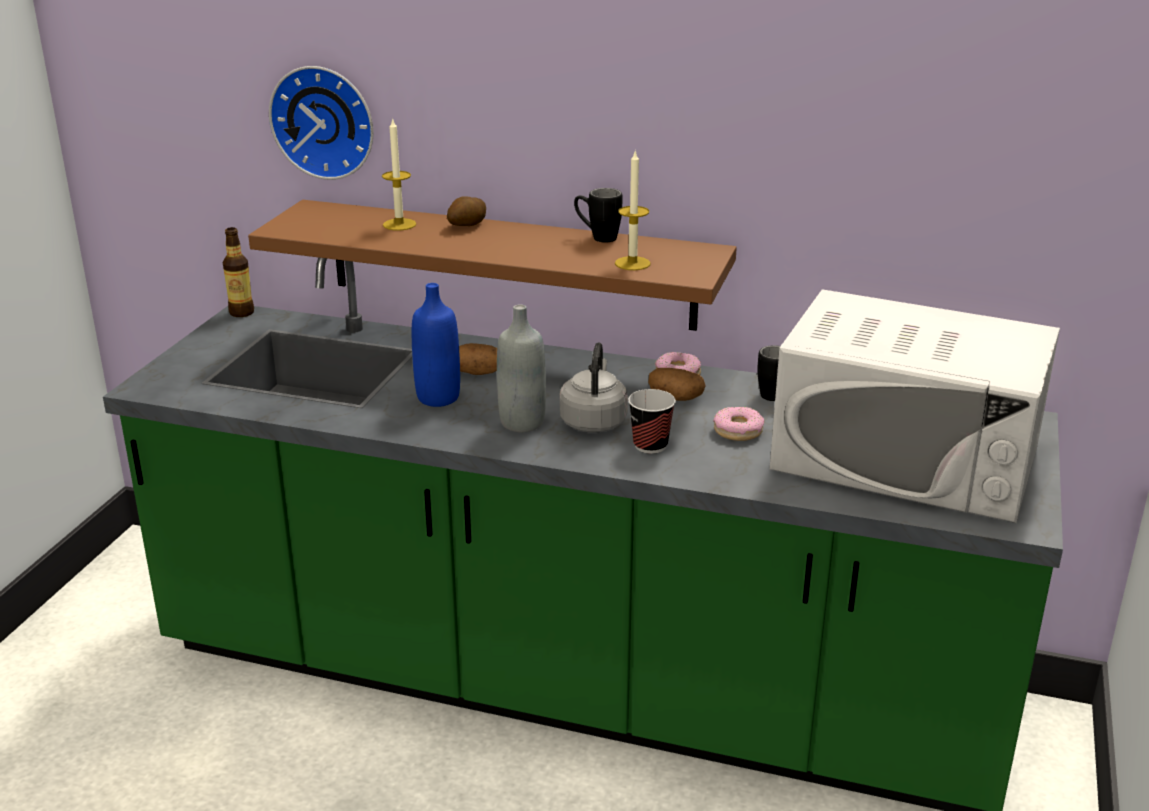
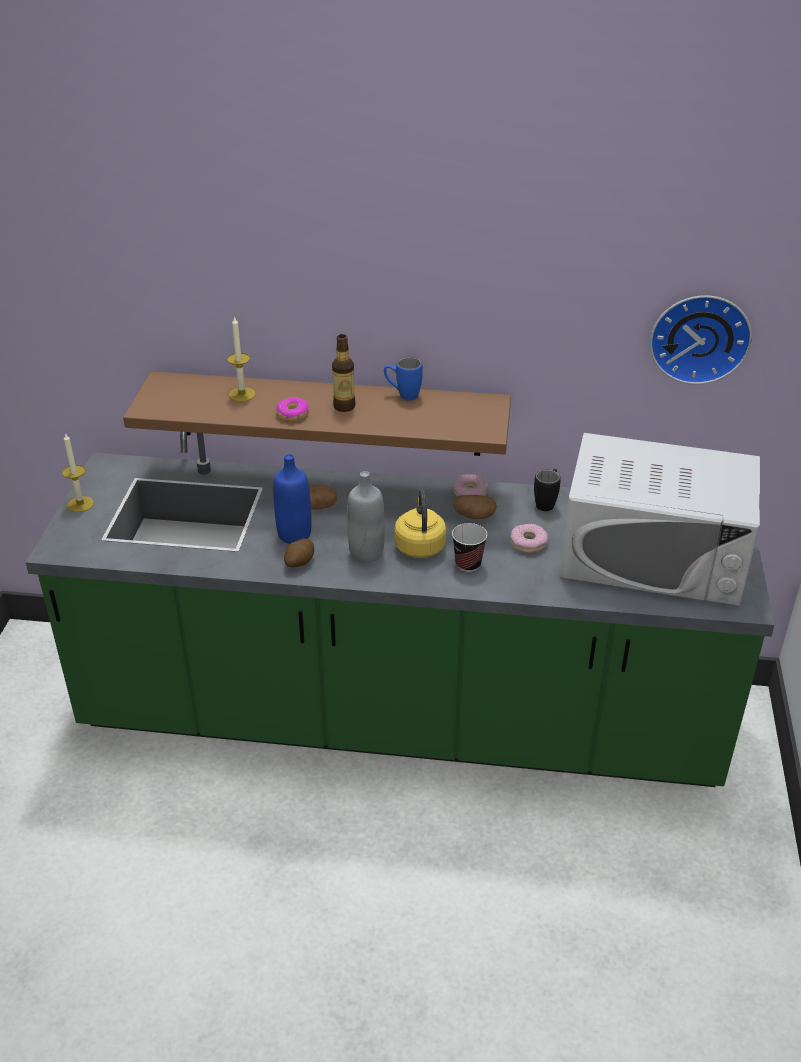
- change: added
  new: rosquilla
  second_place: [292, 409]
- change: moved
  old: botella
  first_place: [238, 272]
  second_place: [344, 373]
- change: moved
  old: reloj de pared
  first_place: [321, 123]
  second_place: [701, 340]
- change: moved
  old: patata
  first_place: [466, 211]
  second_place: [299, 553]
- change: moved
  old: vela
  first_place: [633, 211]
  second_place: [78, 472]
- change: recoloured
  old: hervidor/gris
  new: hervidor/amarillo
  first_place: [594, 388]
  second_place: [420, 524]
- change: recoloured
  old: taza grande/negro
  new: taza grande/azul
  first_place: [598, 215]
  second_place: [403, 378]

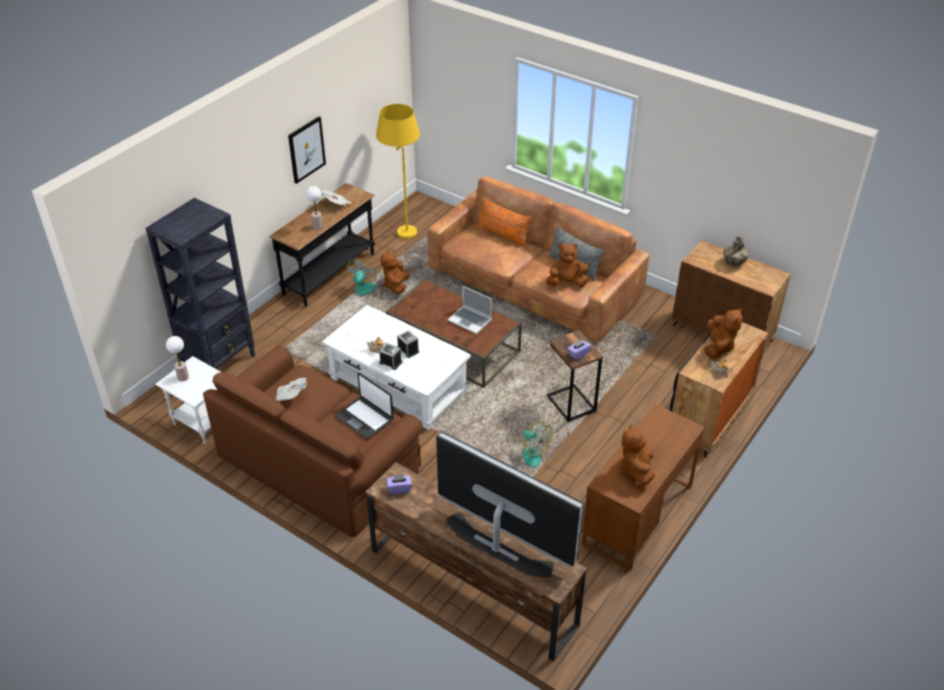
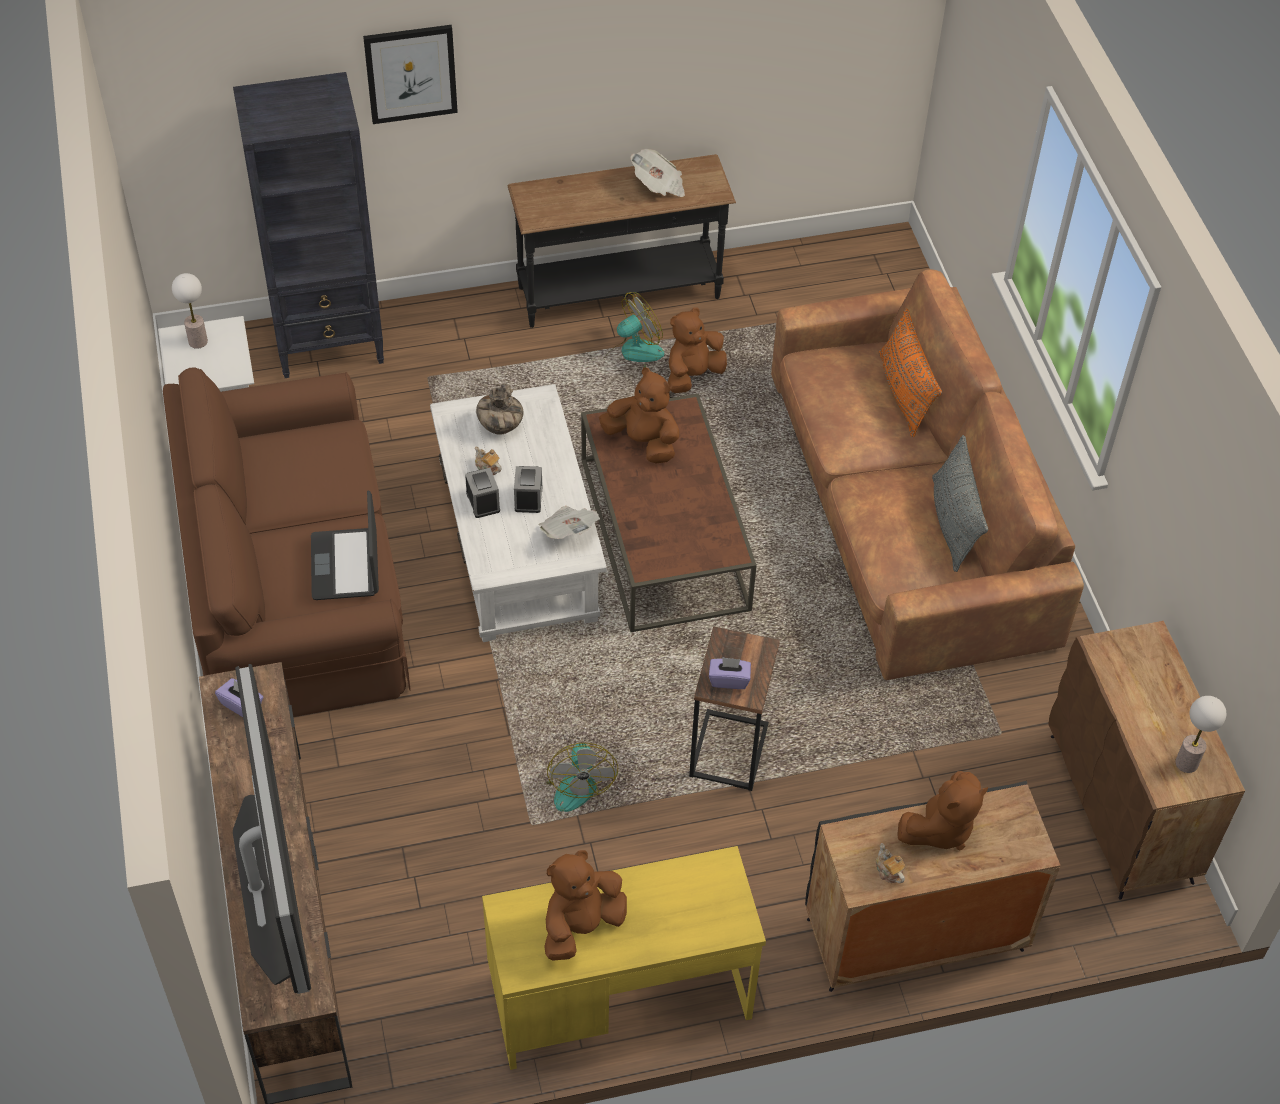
- change: removed
  old: lámpara de pie/amarillo
  first_place: [398, 171]
- change: removed
  old: portátil
  first_place: [470, 310]
- change: moved
  old: periódico
  first_place: [291, 389]
  second_place: [569, 522]
- change: moved
  old: cuadro
  first_place: [307, 150]
  second_place: [410, 74]
- change: moved
  old: lámpara de mesa
  first_place: [314, 207]
  second_place: [1200, 734]
- change: moved
  old: peluche/marrón
  first_place: [567, 265]
  second_place: [639, 415]
- change: moved
  old: florero
  first_place: [736, 251]
  second_place: [499, 409]
- change: recoloured
  old: escritorio/marrón
  new: escritorio/amarillo
  first_place: [643, 487]
  second_place: [624, 958]

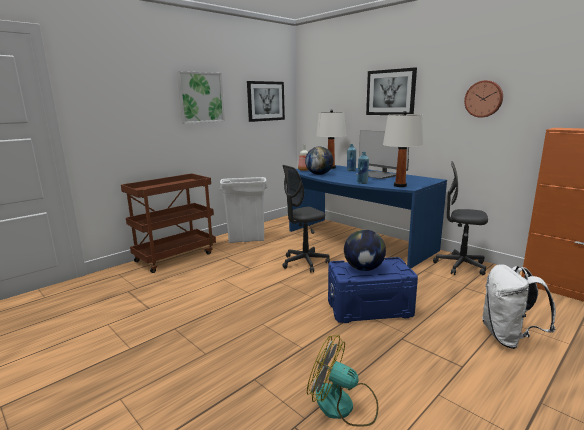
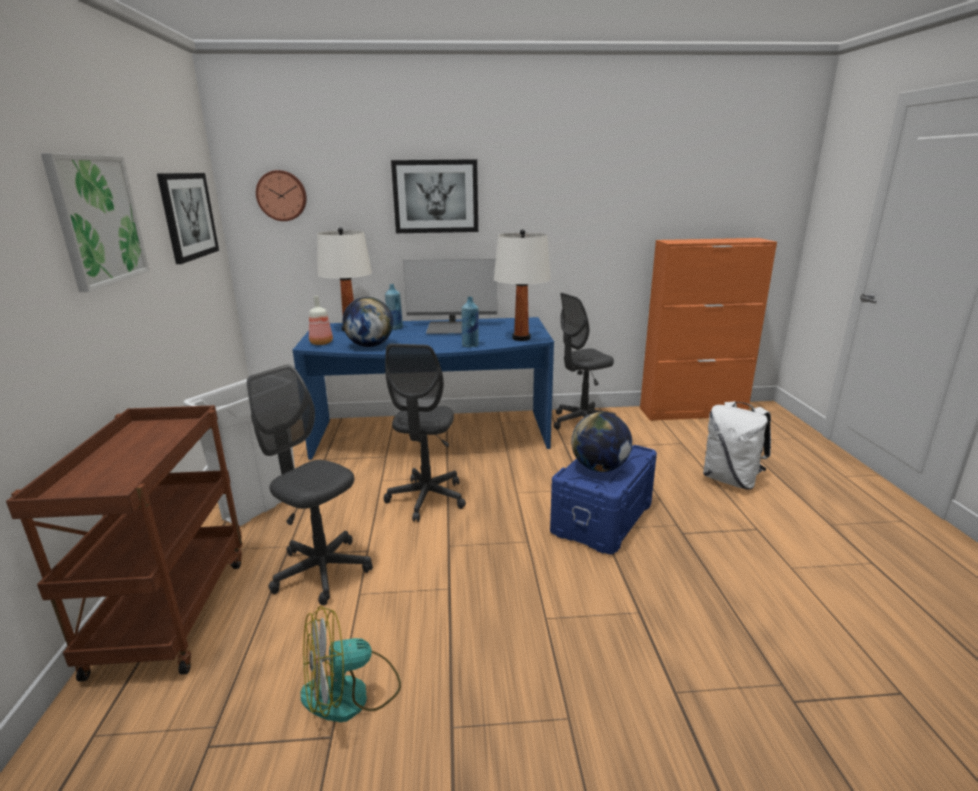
- change: added
  new: silla de oficina/gris
  second_place: [310, 485]
- change: moved
  old: ventilador
  first_place: [342, 381]
  second_place: [350, 664]
- change: moved
  old: reloj de pared
  first_place: [483, 99]
  second_place: [281, 195]

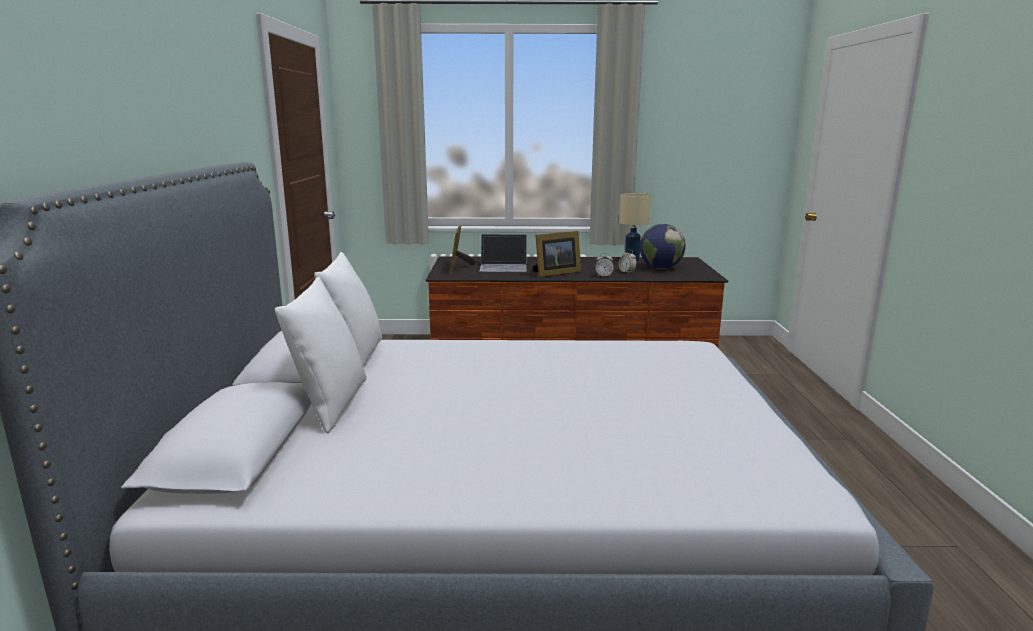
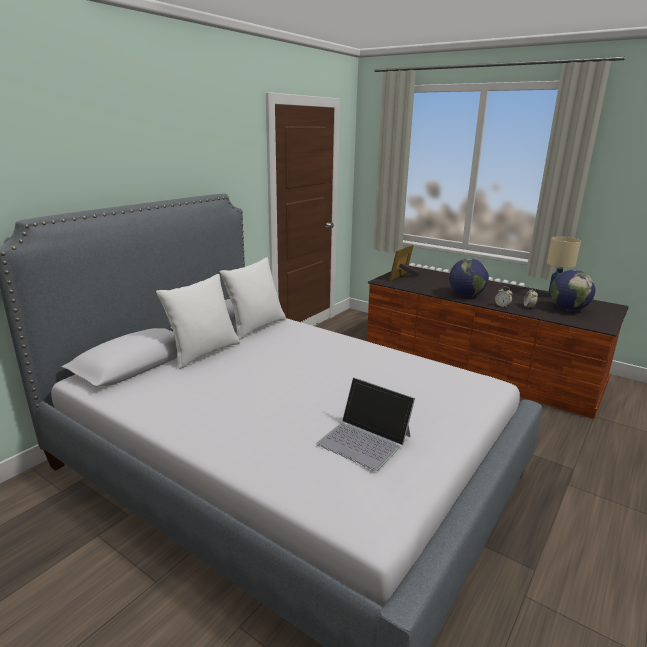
- change: moved
  old: portátil
  first_place: [503, 253]
  second_place: [365, 424]
- change: replaced
  old: portarretratos
  new: globo terráqueo
  first_place: [557, 254]
  second_place: [469, 277]

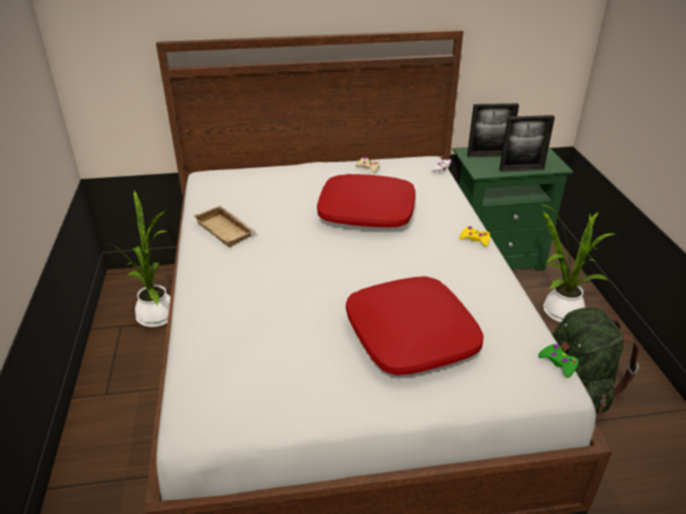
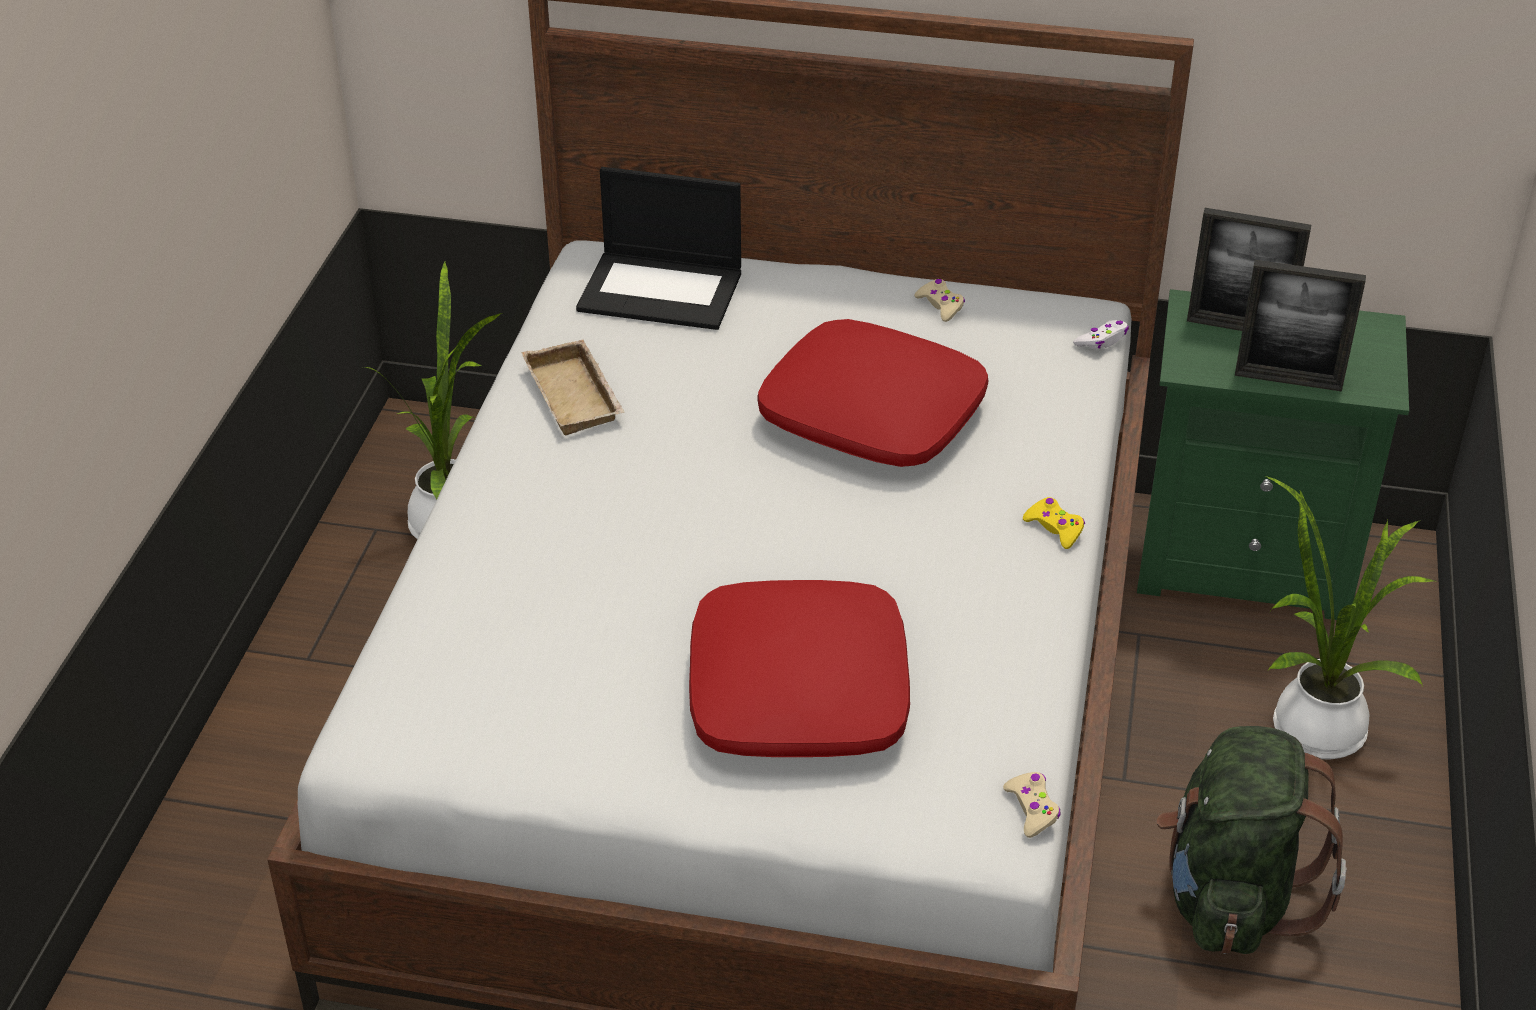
- change: added
  new: portátil
  second_place: [658, 248]
- change: recoloured
  old: mando de consola/verde
  new: mando de consola/beis
  first_place: [558, 361]
  second_place: [1032, 805]

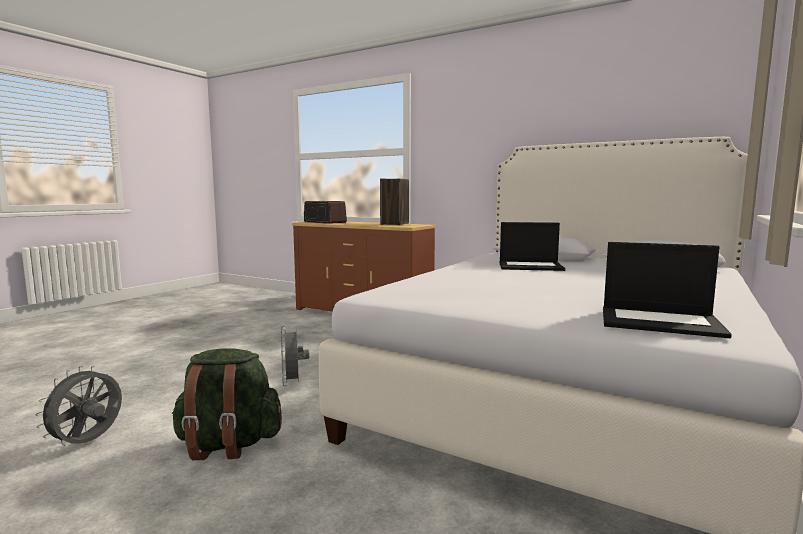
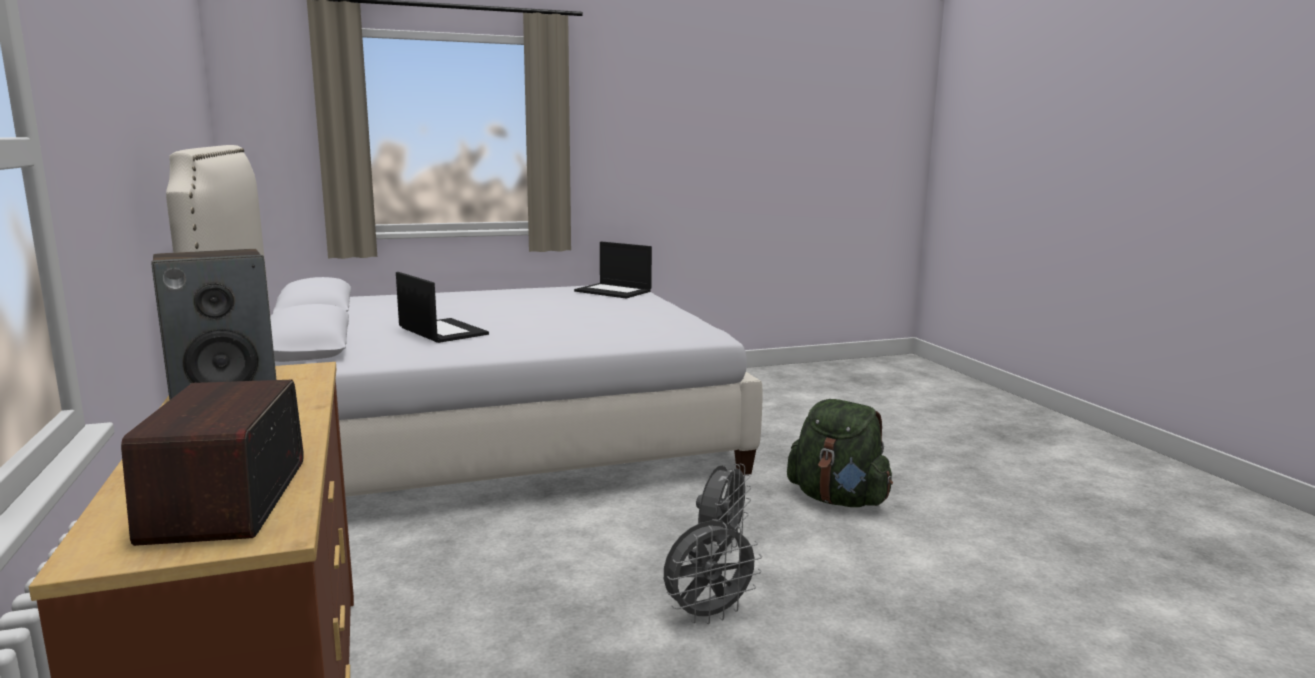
- change: moved
  old: ventilador/gris
  first_place: [78, 406]
  second_place: [713, 572]
- change: turned
  old: portátil
  first_place: [667, 290]
  second_place: [613, 269]
  degrees: 150

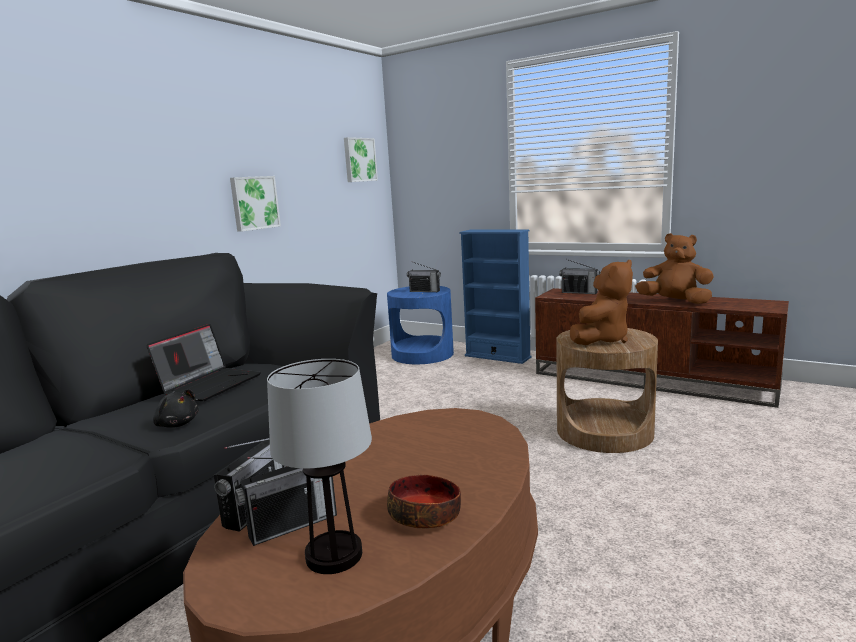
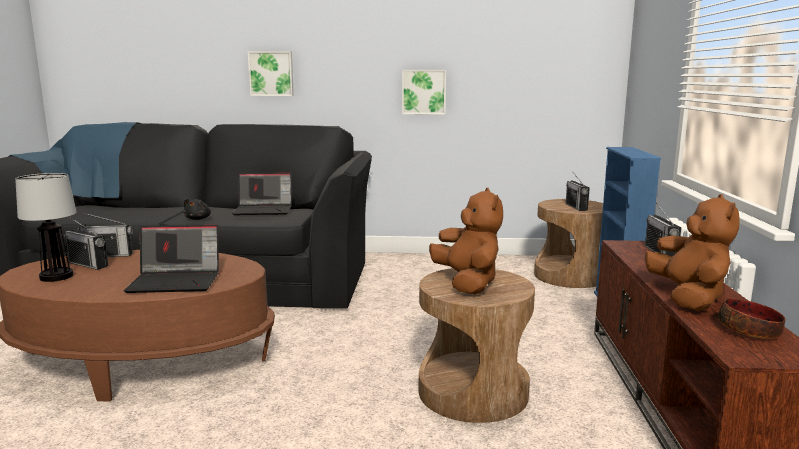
- change: added
  new: portátil
  second_place: [171, 259]
- change: moved
  old: cuadro
  first_place: [361, 159]
  second_place: [271, 73]
- change: moved
  old: cuenco
  first_place: [424, 502]
  second_place: [751, 318]
- change: recoloured
  old: mesa auxiliar/azul
  new: mesa auxiliar/marrón
  first_place: [420, 325]
  second_place: [568, 243]
- change: turned
  old: peluche/marrón
  first_place: [601, 302]
  second_place: [466, 241]
  degrees: -120

